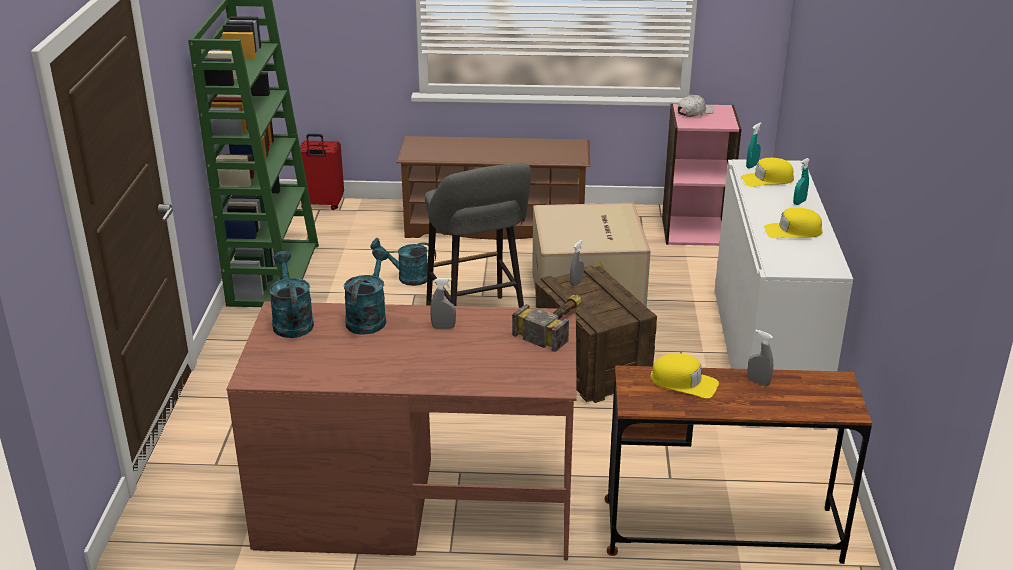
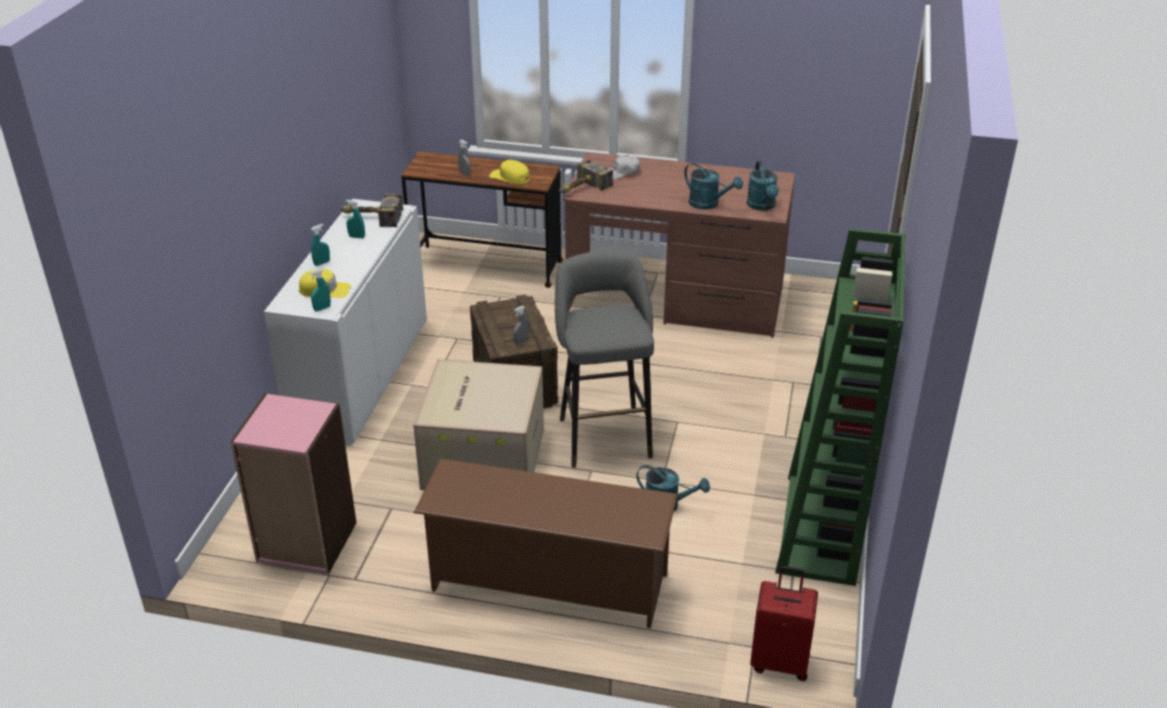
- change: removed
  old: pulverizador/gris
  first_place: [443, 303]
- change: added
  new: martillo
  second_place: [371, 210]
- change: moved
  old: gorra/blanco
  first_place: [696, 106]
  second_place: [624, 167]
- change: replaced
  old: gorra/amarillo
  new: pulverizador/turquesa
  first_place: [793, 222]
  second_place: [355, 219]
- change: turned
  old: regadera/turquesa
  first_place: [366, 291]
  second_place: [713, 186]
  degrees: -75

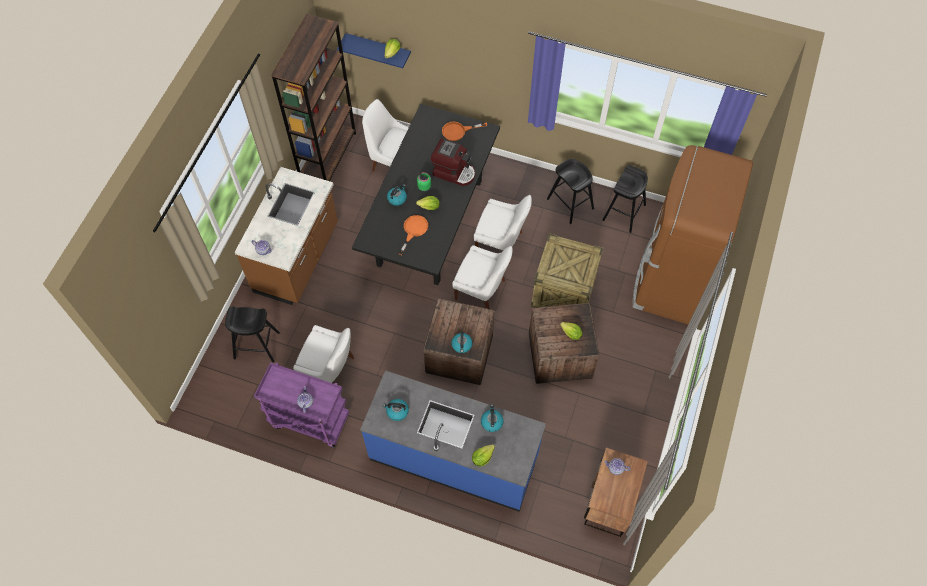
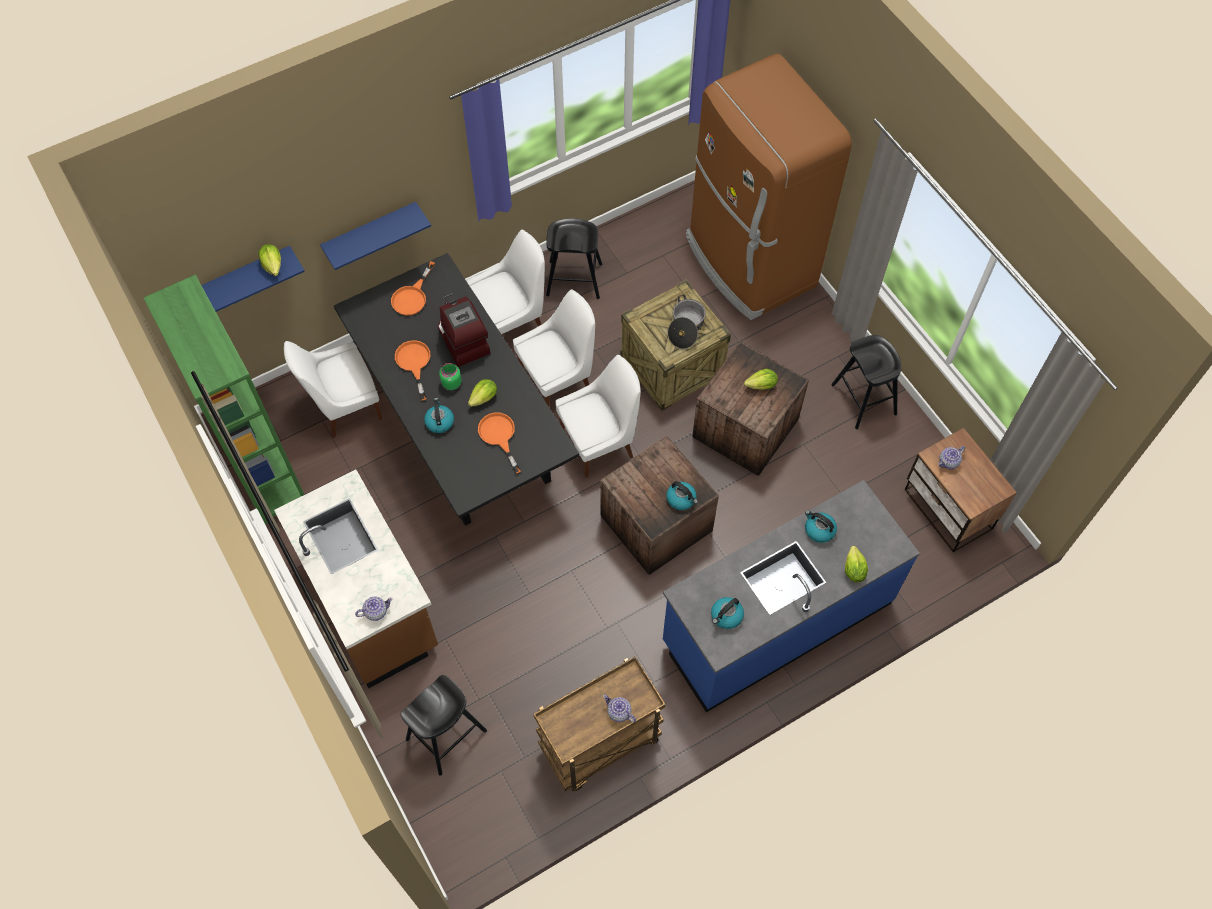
- change: added
  new: estante/azul
  second_place: [375, 236]
- change: added
  new: sartén/naranja
  second_place: [412, 370]
- change: added
  new: olla
  second_place: [687, 321]
- change: moved
  old: silla/blanco
  first_place: [323, 354]
  second_place: [505, 282]
- change: moved
  old: taburete/negro
  first_place: [625, 199]
  second_place: [866, 382]
- change: recoloured
  old: carrito/morado
  new: carrito/marrón
  first_place: [301, 405]
  second_place: [599, 723]
- change: recoloured
  old: estantería/marrón
  new: estantería/verde
  first_place: [313, 97]
  second_place: [224, 399]
- change: turned
  old: cafetera
  first_place: [453, 162]
  second_place: [464, 330]
  degrees: -90

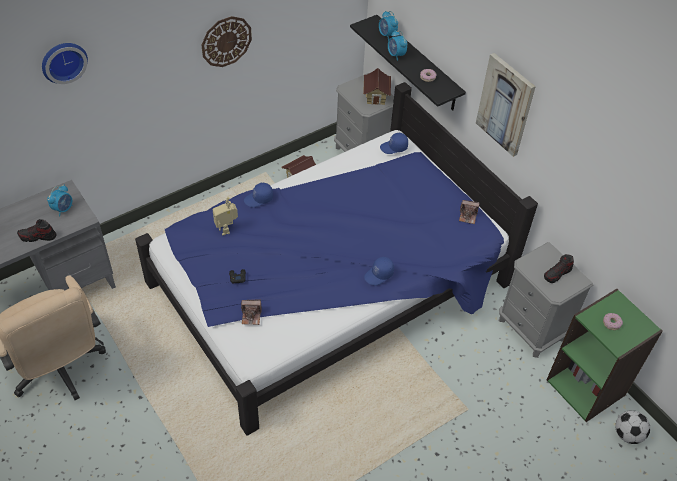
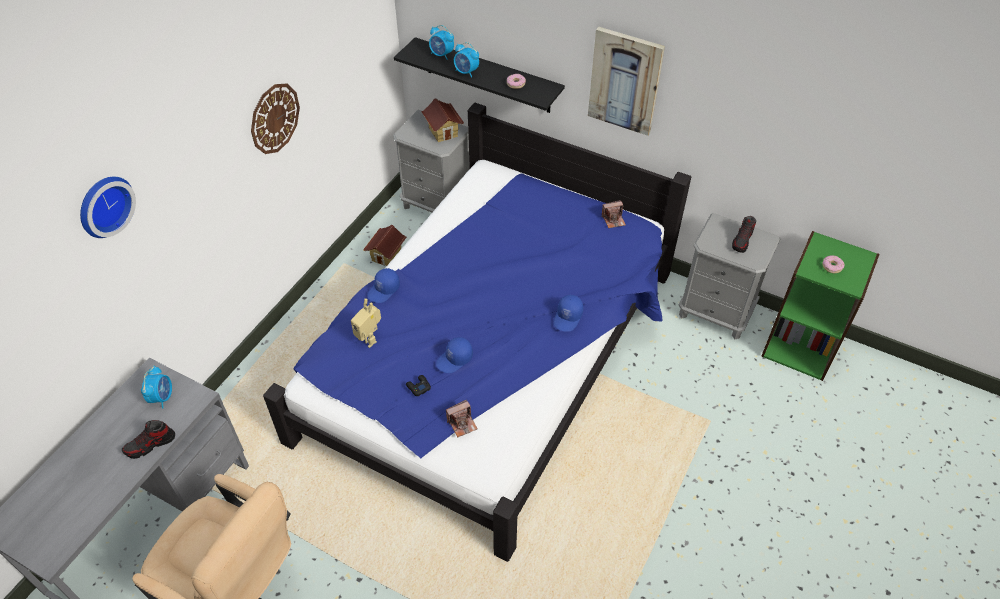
- change: removed
  old: balón de fútbol
  first_place: [632, 427]
- change: moved
  old: gorra/azul
  first_place: [394, 143]
  second_place: [454, 355]

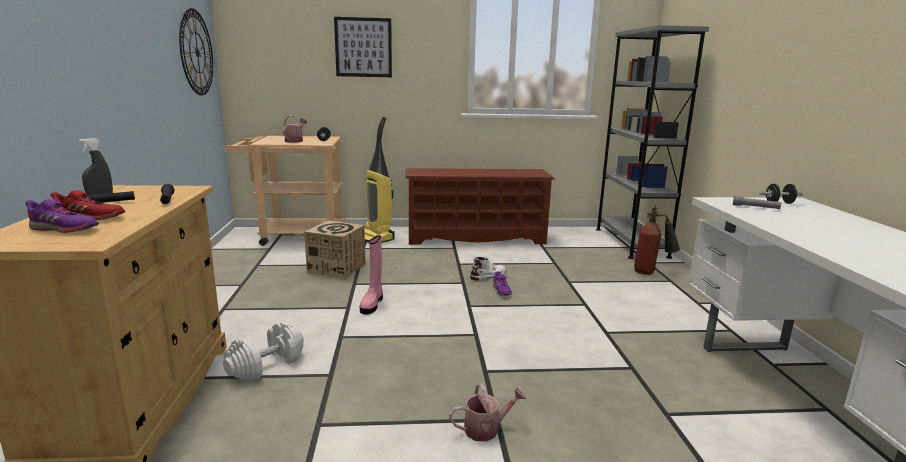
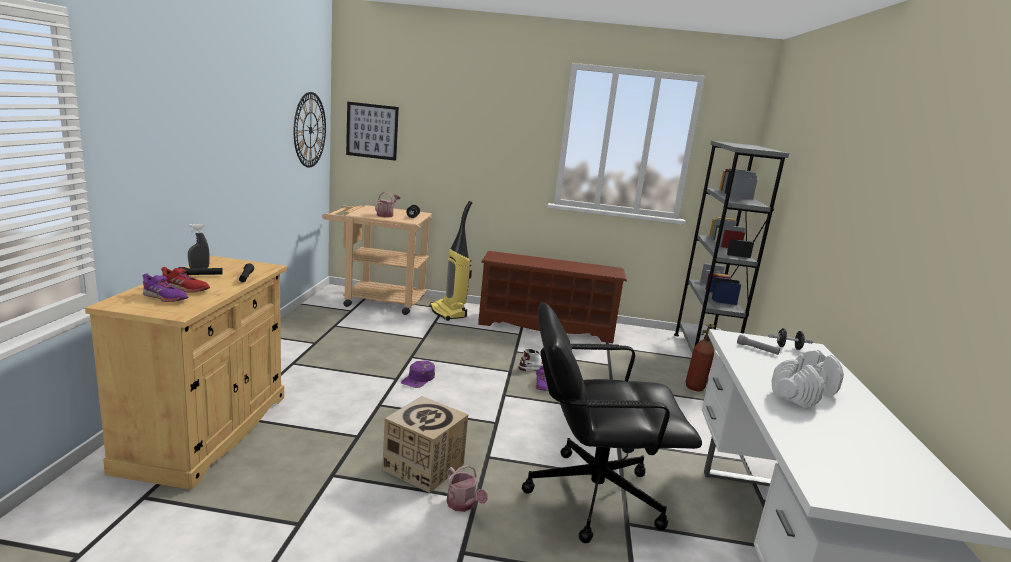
- change: added
  new: silla de oficina/negro
  second_place: [612, 422]
- change: moved
  old: mancuerna/blanco
  first_place: [263, 352]
  second_place: [808, 379]
- change: moved
  old: caja de cartón
  first_place: [334, 250]
  second_place: [425, 444]
- change: moved
  old: cuadro
  first_place: [363, 47]
  second_place: [372, 131]
- change: replaced
  old: bota/rosa
  new: gorra/morado
  first_place: [371, 274]
  second_place: [418, 374]
- change: turned
  old: regadera
  first_place: [487, 412]
  second_place: [467, 488]
  degrees: 60

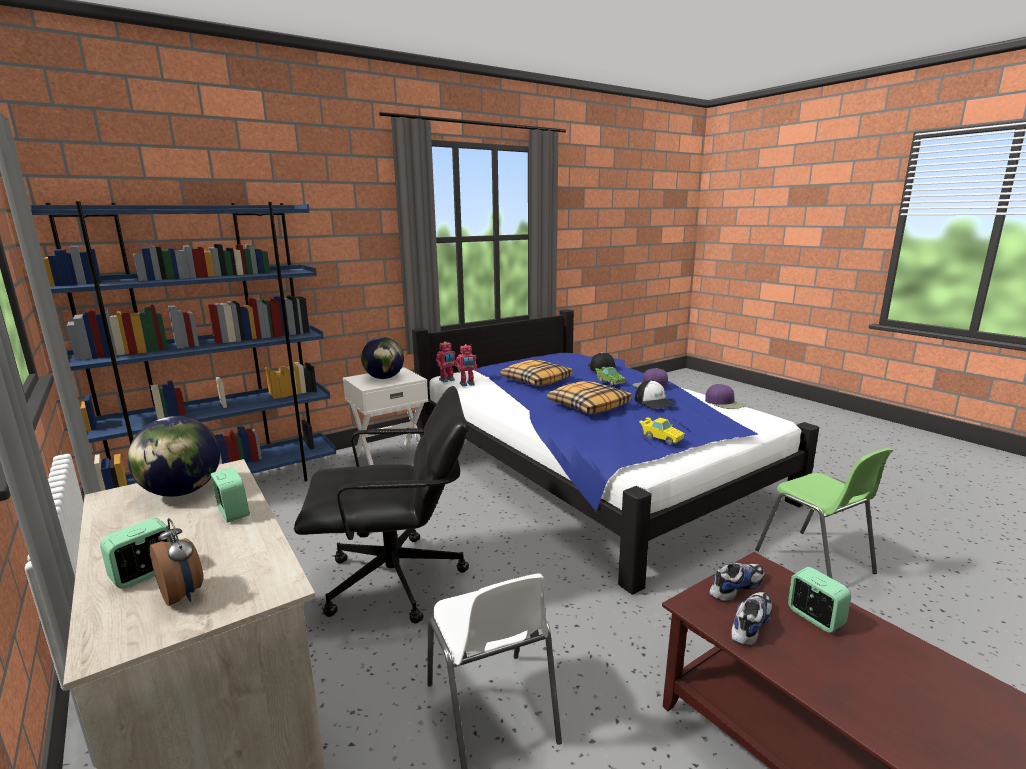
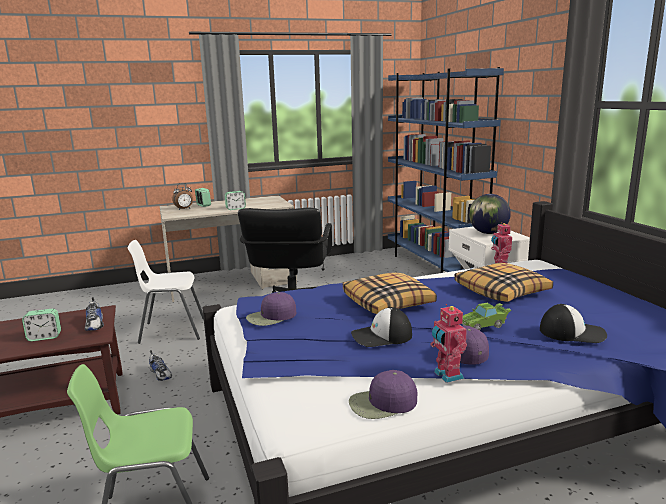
- change: removed
  old: globo terráqueo
  first_place: [173, 456]
- change: moved
  old: robot de juguete
  first_place: [446, 362]
  second_place: [449, 343]
- change: moved
  old: zapato
  first_place: [751, 618]
  second_place: [160, 365]
- change: replaced
  old: coche de juguete/amarillo
  new: gorra/morado
  first_place: [662, 431]
  second_place: [271, 309]

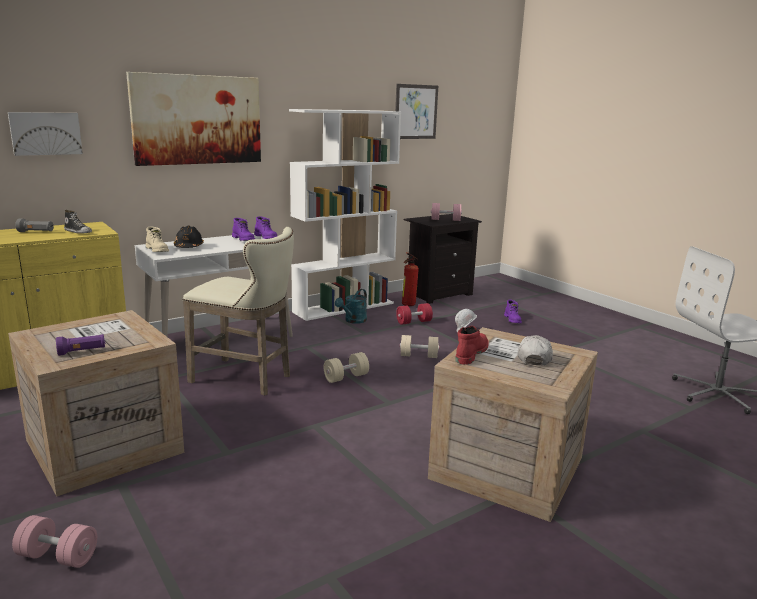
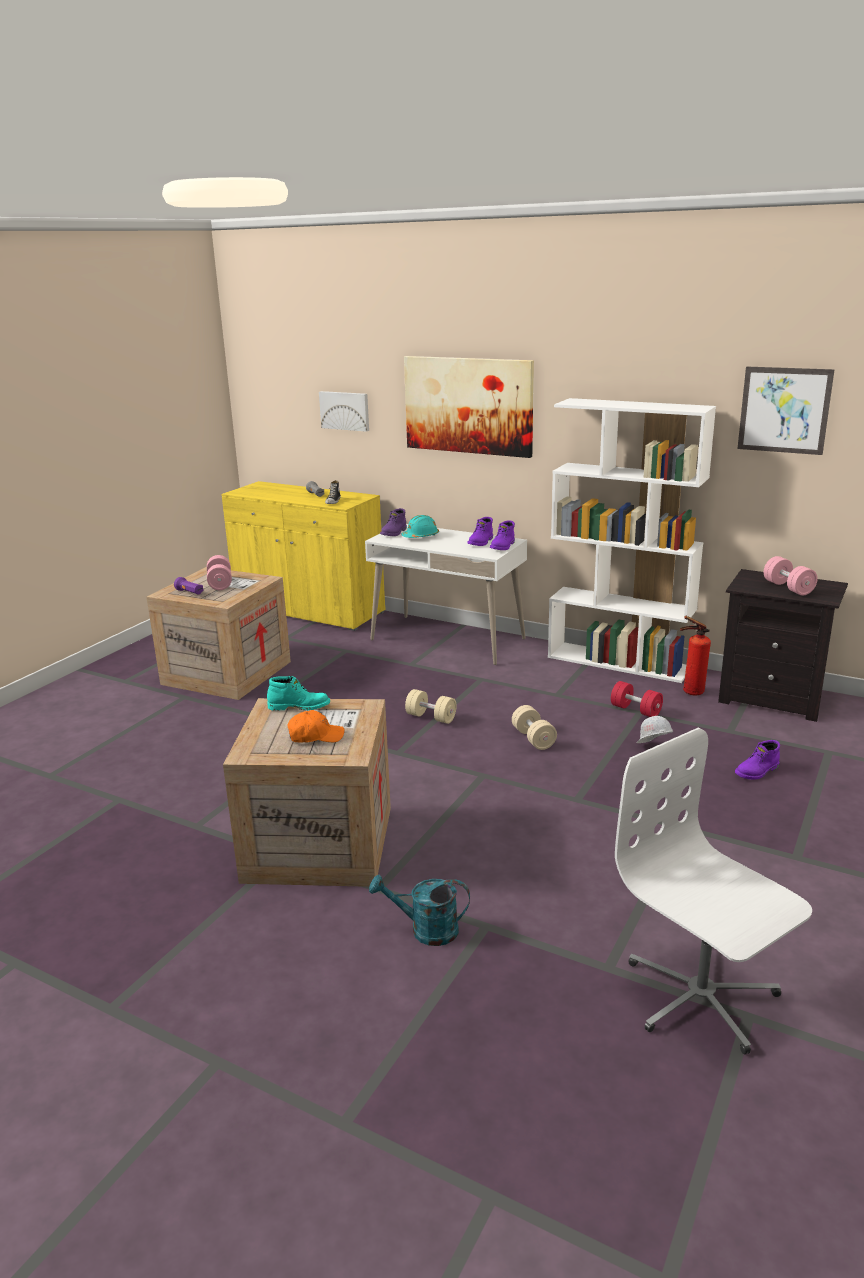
- change: removed
  old: taburete/beis
  first_place: [238, 311]
- change: moved
  old: mancuerna/rosa
  first_place: [54, 541]
  second_place: [219, 572]
- change: moved
  old: regadera/turquesa
  first_place: [351, 306]
  second_place: [419, 910]
- change: recoloured
  old: bota/beis
  new: bota/morado
  first_place: [157, 239]
  second_place: [393, 522]
- change: recoloured
  old: casco/negro
  new: casco/turquesa
  first_place: [189, 237]
  second_place: [420, 526]
- change: recoloured
  old: bota/rojo
  new: bota/turquesa
  first_place: [472, 345]
  second_place: [298, 693]
- change: recoloured
  old: gorra/blanco
  new: gorra/naranja
  first_place: [535, 350]
  second_place: [316, 726]

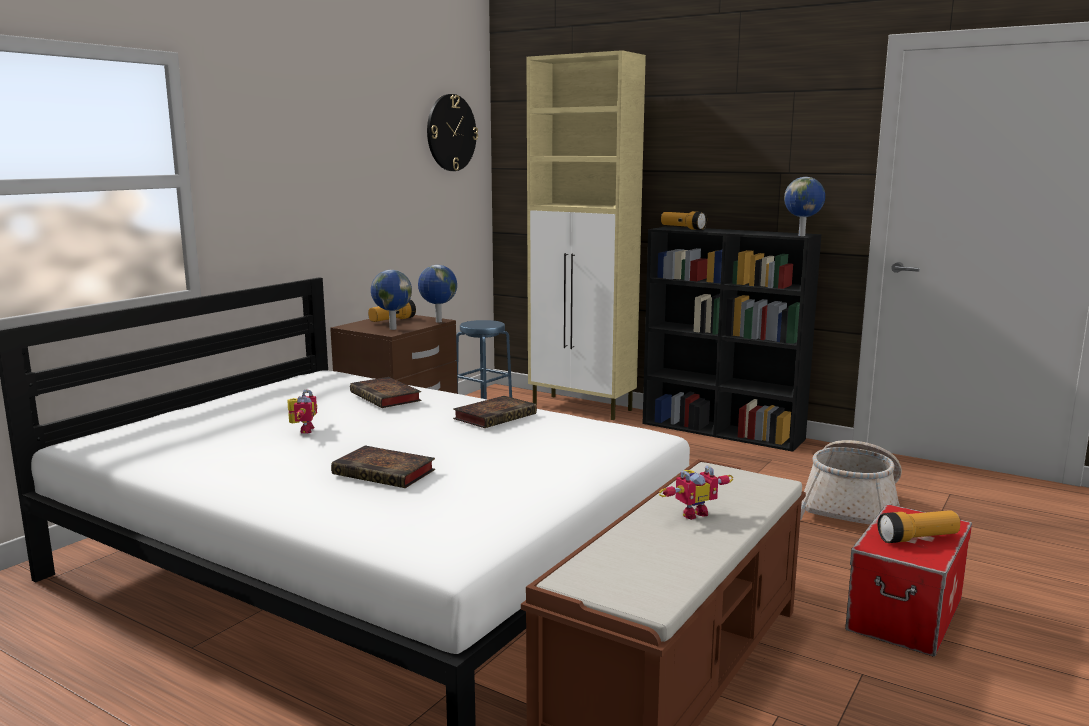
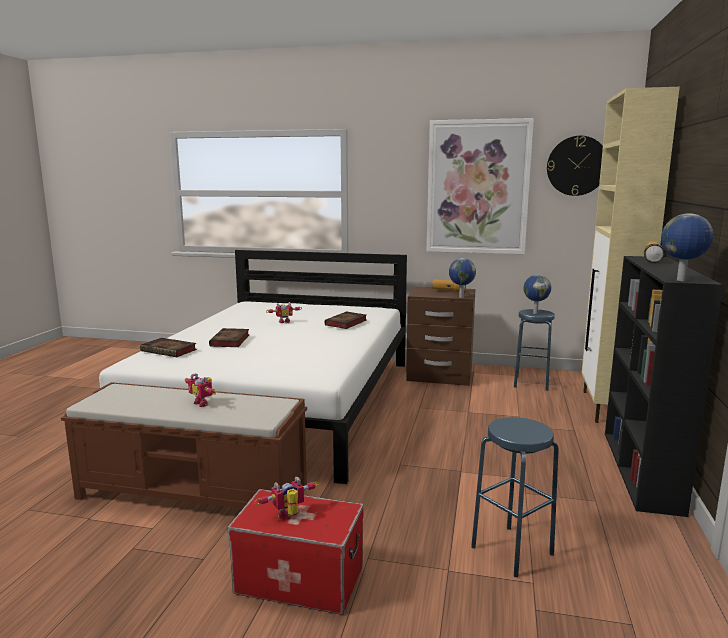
- change: added
  new: cuadro
  second_place: [480, 186]
- change: moved
  old: globo terráqueo
  first_place: [391, 300]
  second_place: [537, 294]
- change: moved
  old: libro
  first_place: [495, 412]
  second_place: [168, 347]
- change: replaced
  old: cesta
  new: taburete/azul
  first_place: [851, 482]
  second_place: [515, 497]
- change: replaced
  old: linterna
  new: robot de juguete
  first_place: [919, 526]
  second_place: [286, 498]

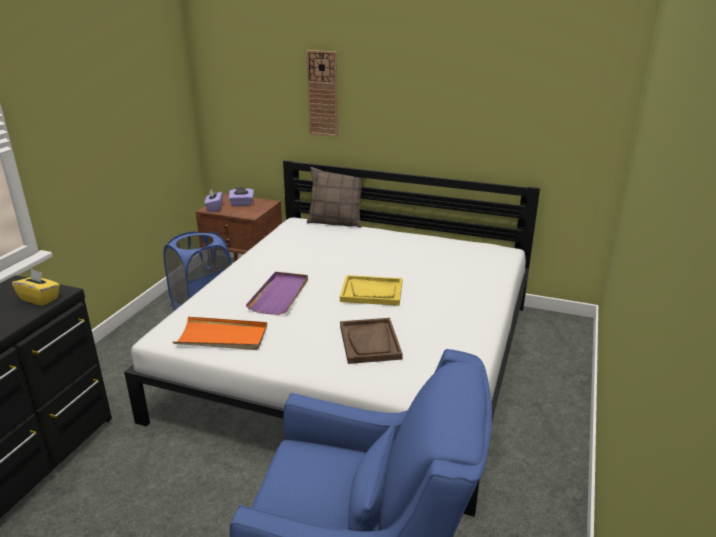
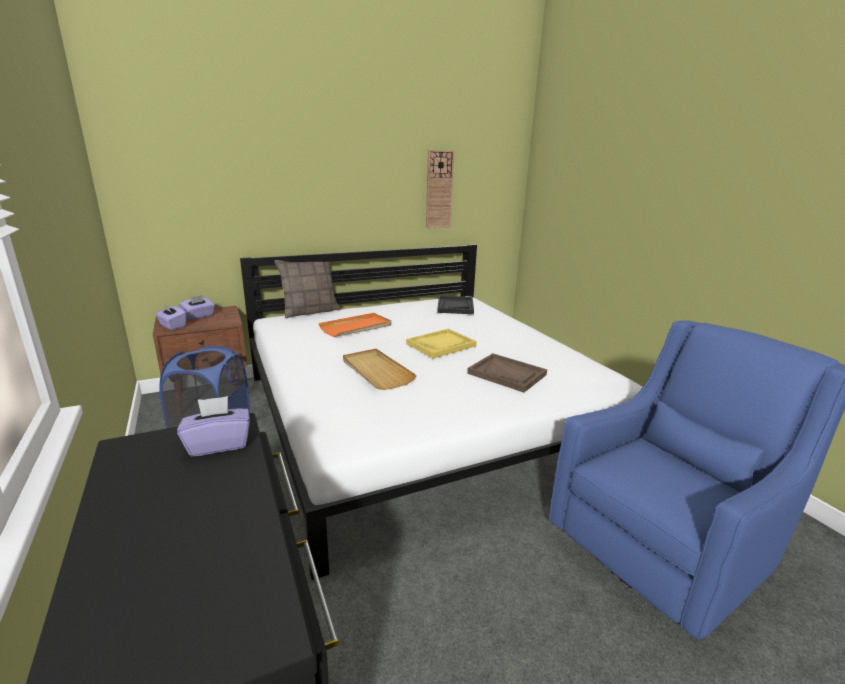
- change: added
  new: bandeja/negro
  second_place: [455, 305]
- change: moved
  old: bandeja/naranja
  first_place: [220, 333]
  second_place: [354, 325]
- change: moved
  old: reloj de pared
  first_place: [322, 93]
  second_place: [440, 189]
- change: recoloured
  old: caja de pañuelos/amarillo
  new: caja de pañuelos/morado
  first_place: [36, 287]
  second_place: [213, 426]
- change: recoloured
  old: bandeja/morado
  new: bandeja/beis
  first_place: [277, 293]
  second_place: [380, 369]

